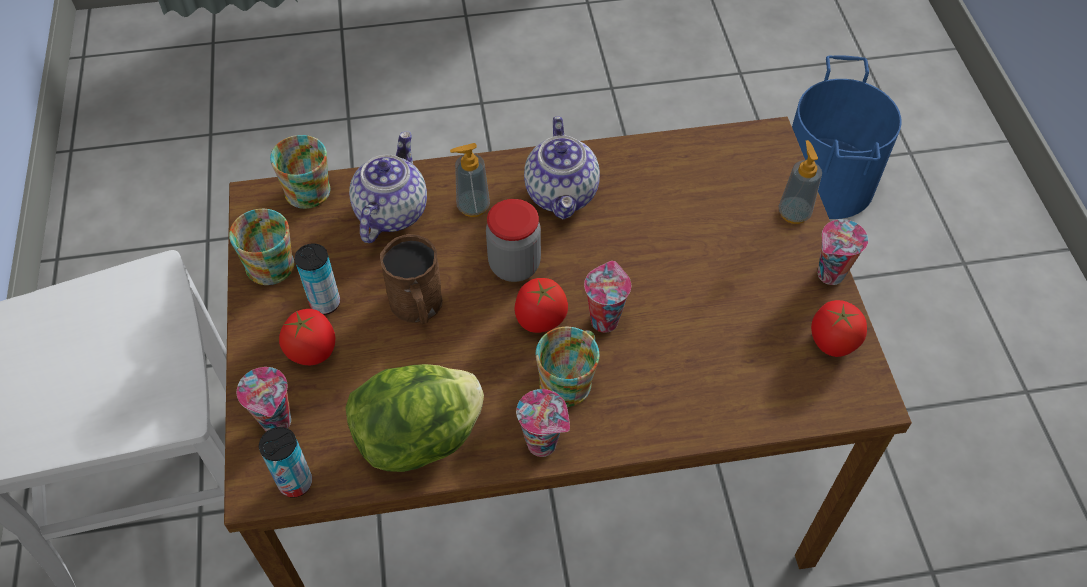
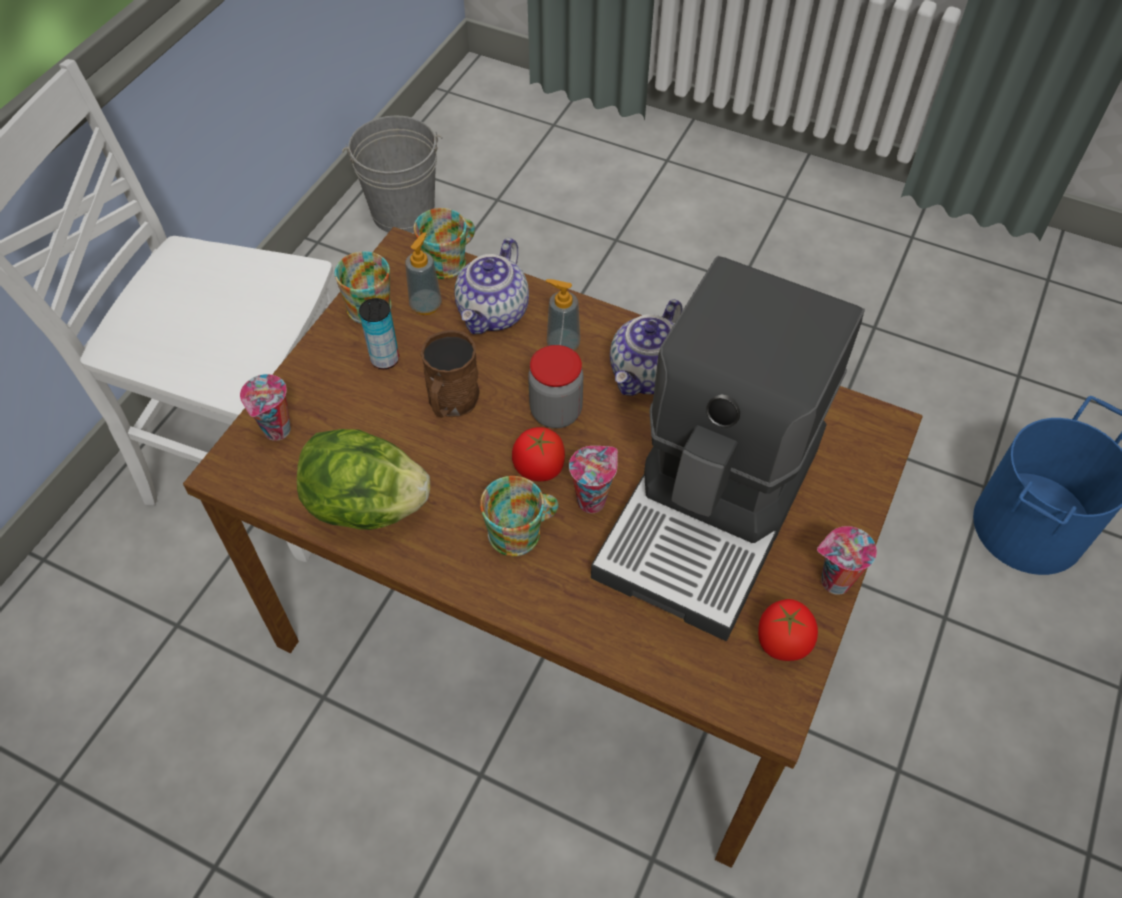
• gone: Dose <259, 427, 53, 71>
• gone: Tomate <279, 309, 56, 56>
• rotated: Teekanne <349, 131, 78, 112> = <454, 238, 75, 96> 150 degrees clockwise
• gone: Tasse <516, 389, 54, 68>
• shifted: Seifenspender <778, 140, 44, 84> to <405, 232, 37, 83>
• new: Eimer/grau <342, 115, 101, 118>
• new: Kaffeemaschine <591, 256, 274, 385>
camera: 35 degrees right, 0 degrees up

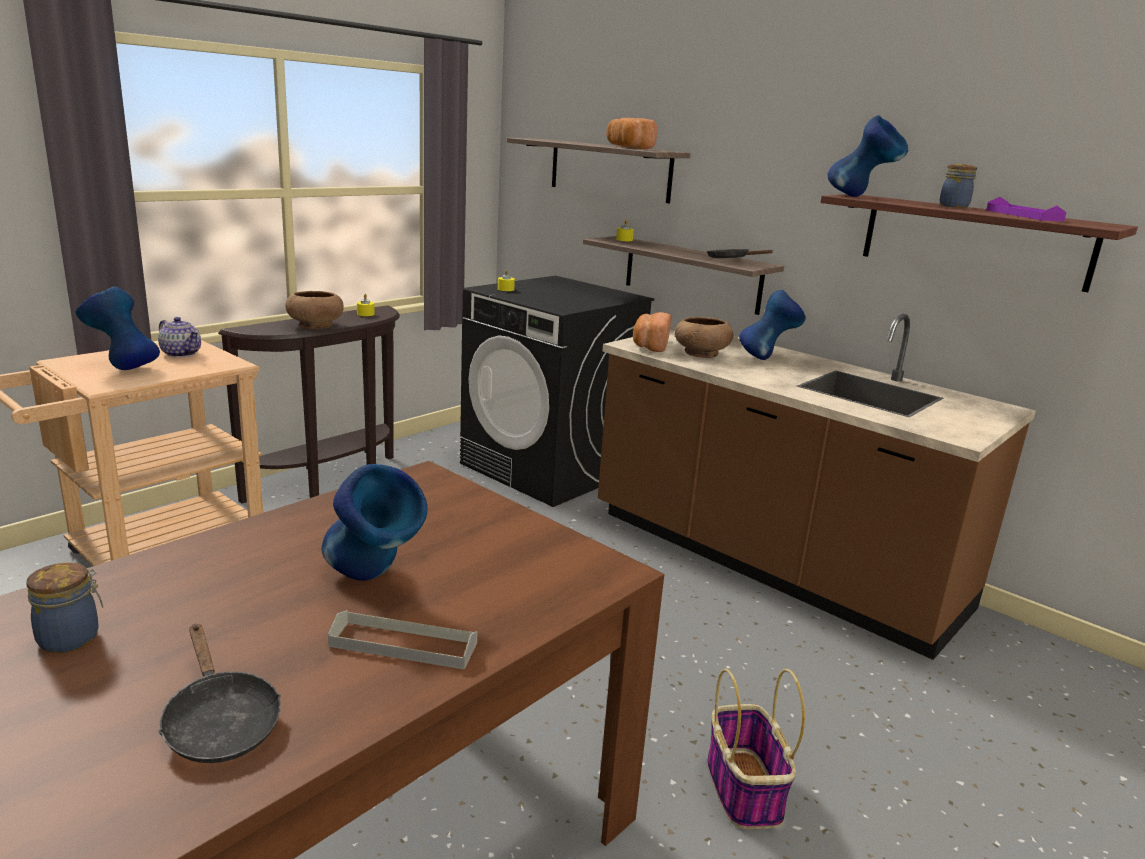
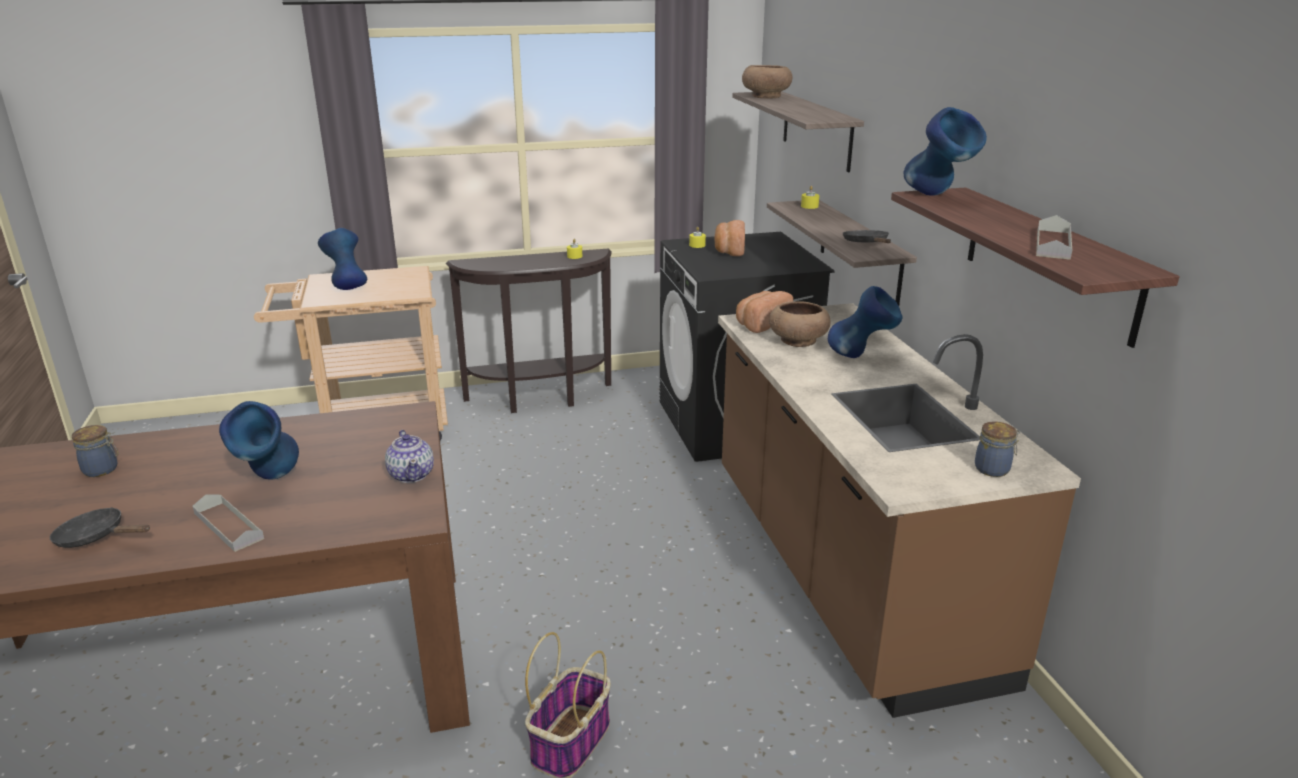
• shifted: Teekanne <158, 317, 43, 41> to <385, 430, 49, 53>
• rotated: Pfanne/schwarz <158, 624, 123, 139> = <50, 507, 100, 41> 105 degrees clockwise
• shifted: Schüssel/braun <285, 291, 59, 38> to <742, 65, 51, 34>
• shifted: Brot <606, 118, 51, 31> to <714, 220, 31, 36>
• shifted: Vorratsglas <939, 164, 38, 44> to <975, 421, 45, 56>
• repainted: Tablett/lila <986, 197, 81, 24> to Tablett/grau <1036, 215, 37, 45>
camera: 35 degrees right, 5 degrees up

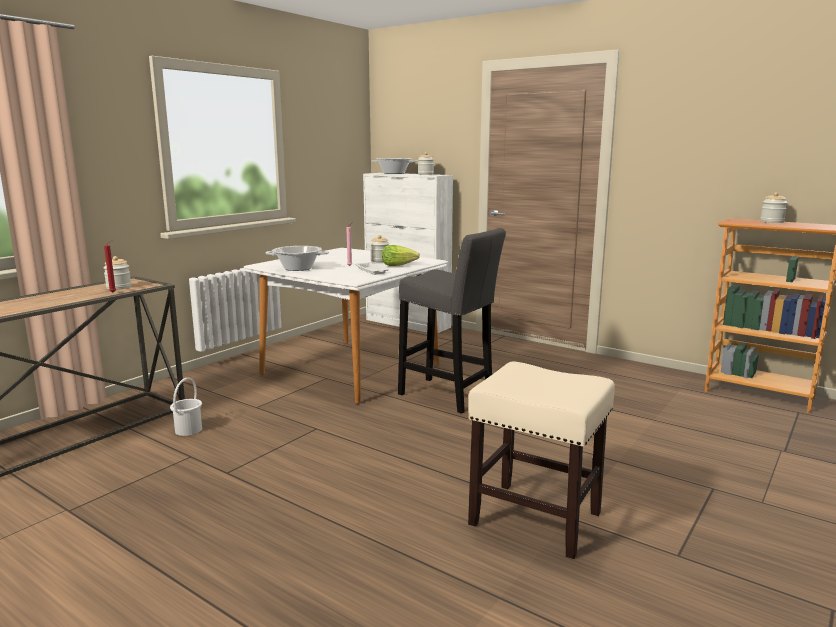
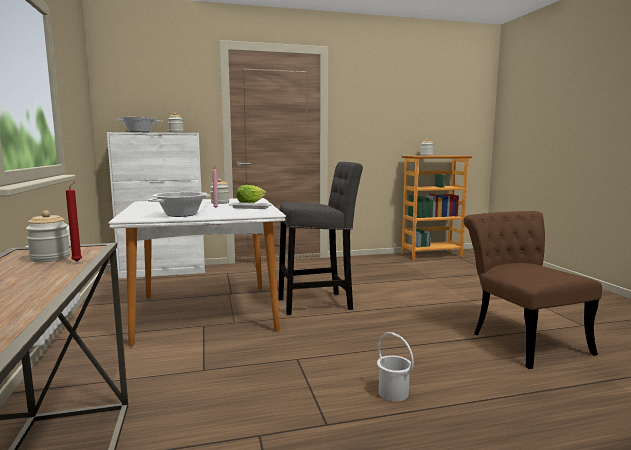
• shifted: Eimer/weiß <170, 378, 32, 58> to <377, 332, 37, 69>
• swapped: Hocker/beige <468, 361, 147, 198> to Stuhl/braun <464, 211, 138, 158>
camera: 50 degrees left, 5 degrees down

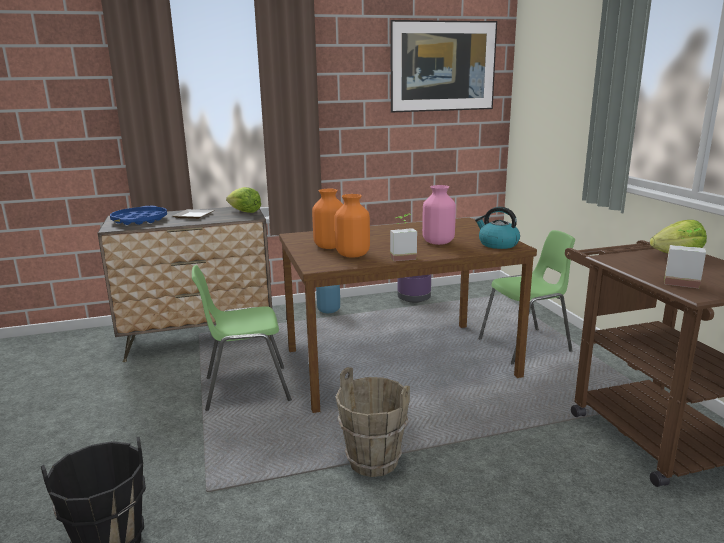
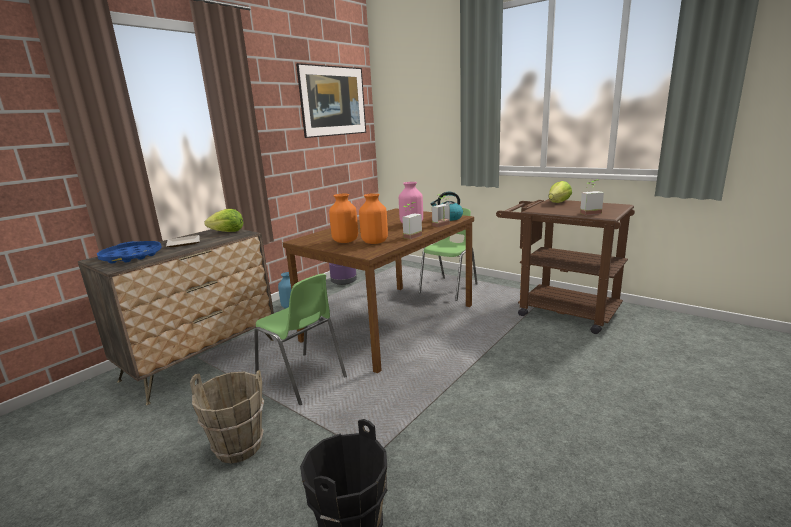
• rotated: Stuhl/grün <192, 265, 100, 146> = <254, 274, 93, 131> 90 degrees counterclockwise
• shifted: Eimer/braun <335, 367, 75, 110> to <190, 370, 74, 94>
• new: Topfpflanze <432, 194, 18, 33>
camera: 35 degrees left, 0 degrees up

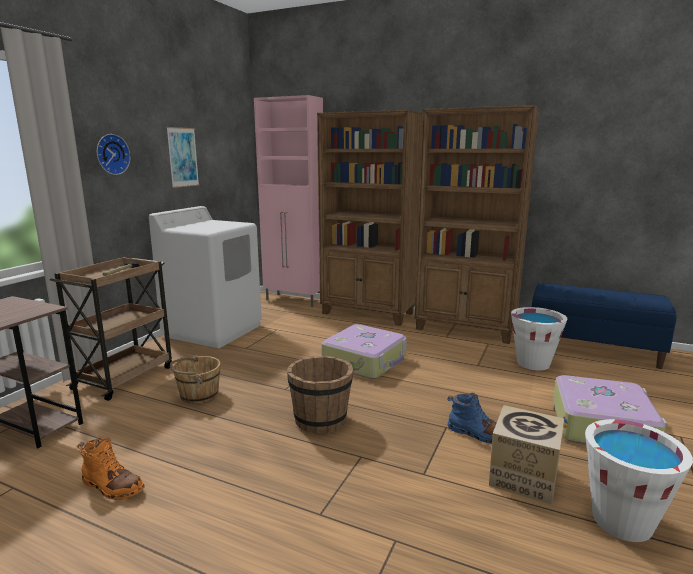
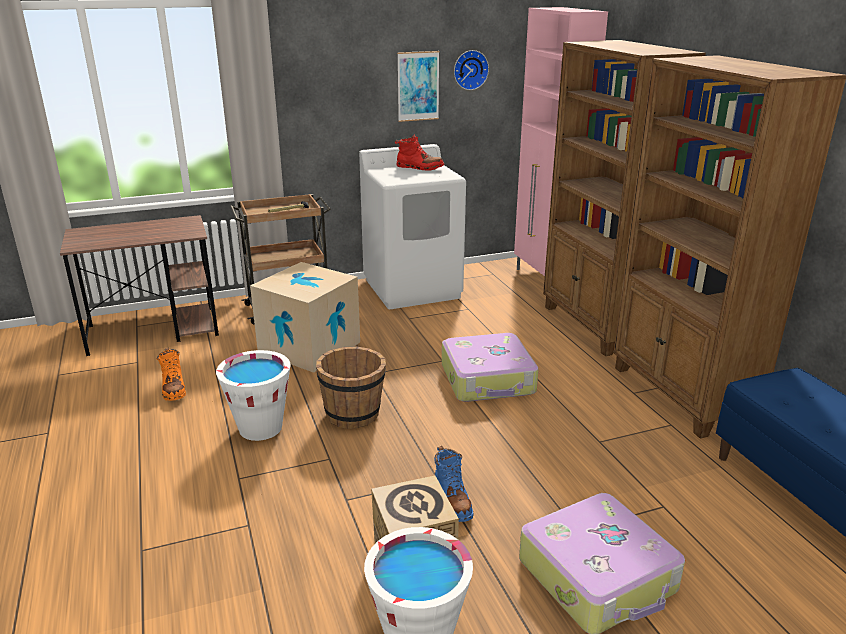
• shifted: Wanduhr <97, 134, 33, 41> to <454, 50, 35, 40>
• swapped: Eimer/braun <170, 355, 51, 49> to Karton <250, 262, 110, 111>
• shifted: Eimer/weiß <511, 307, 56, 63> to <216, 350, 74, 91>
• new: Stiefel/rot <395, 134, 49, 37>
camera: 45 degrees right, 10 degrees up

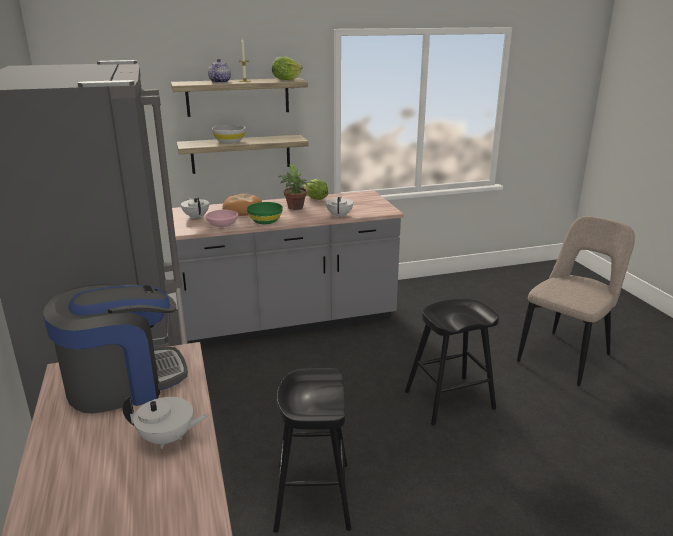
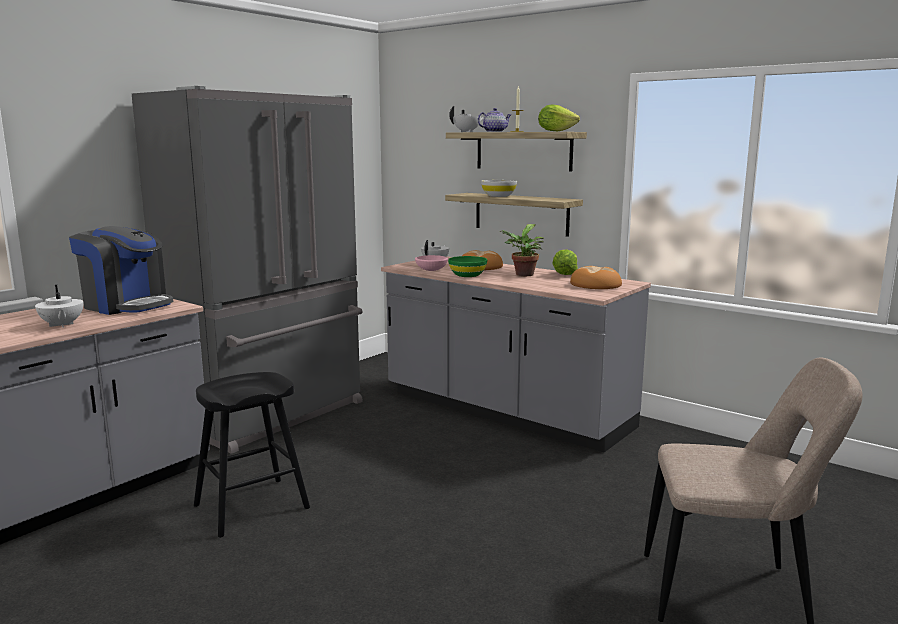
• shifted: Teekanne/weiß <326, 196, 27, 22> to <449, 106, 35, 26>
• gone: Hocker/schwarz <405, 299, 94, 127>
• new: Brot <570, 266, 52, 23>
camera: 55 degrees right, 10 degrees down

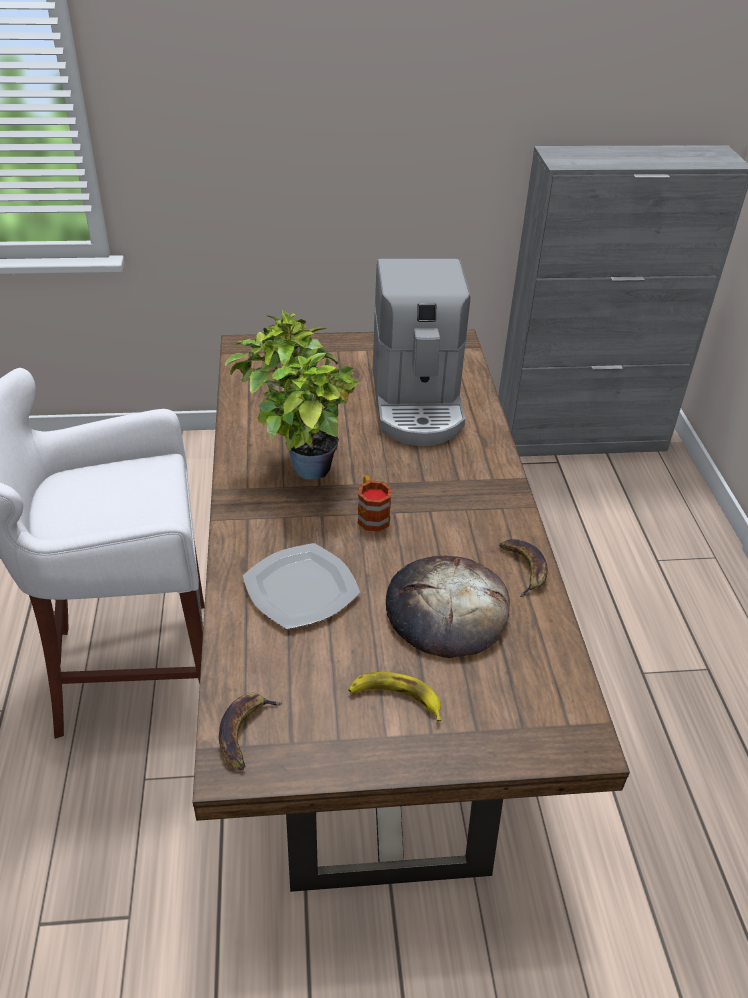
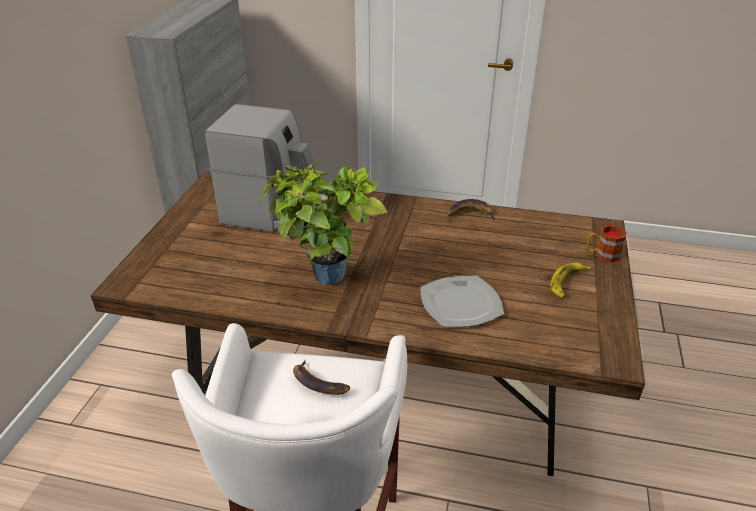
• shifted: Banane <219, 693, 64, 77> to <293, 360, 57, 35>
• shifted: Henkelbecher <358, 475, 34, 57> to <586, 225, 41, 38>
• gone: Brot <386, 556, 124, 102>
camera: 70 degrees left, 5 degrees down

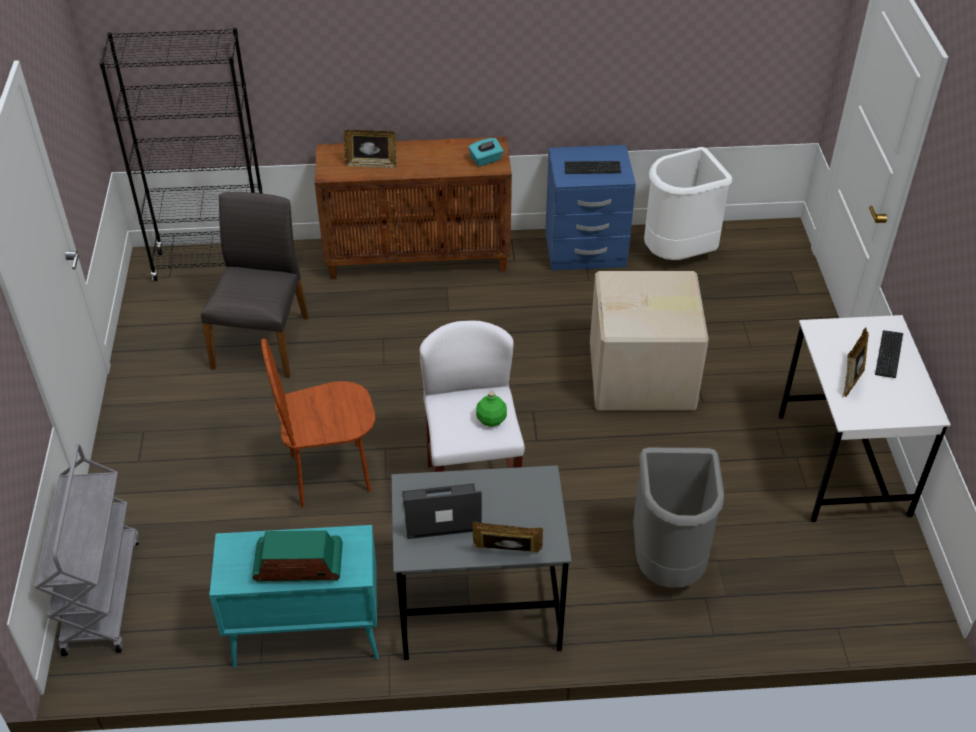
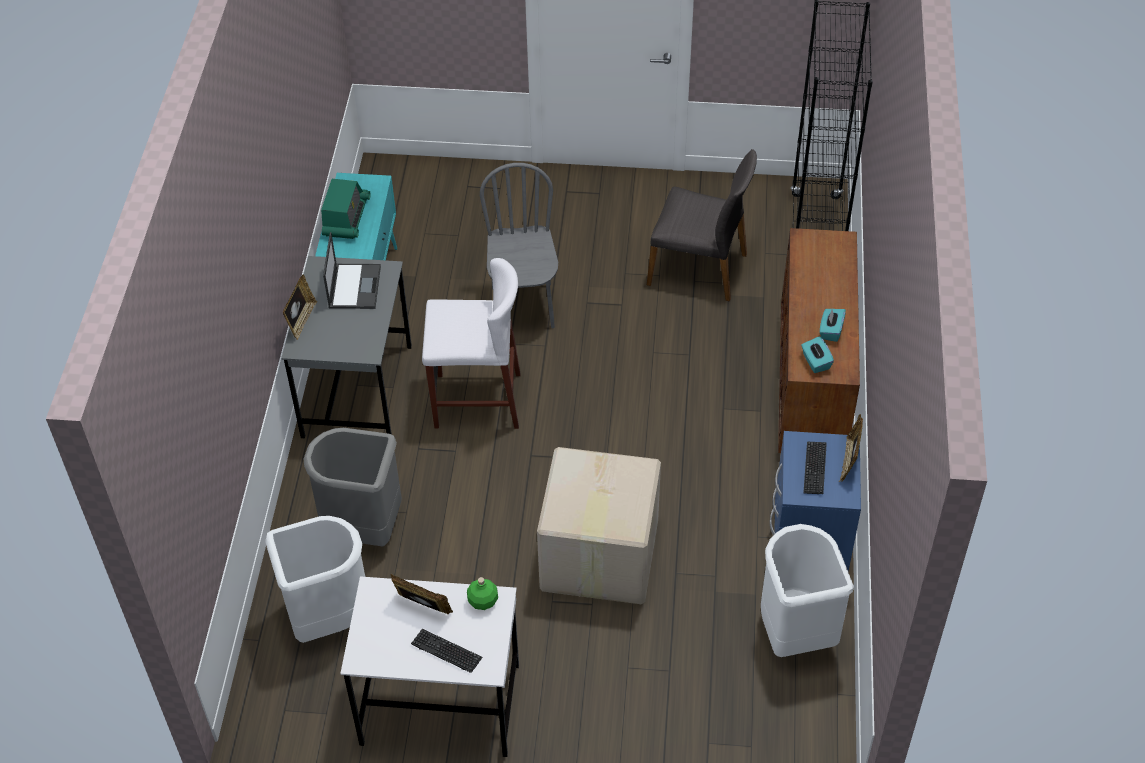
• gone: Rollwagen/grau <35, 444, 104, 212>
• repainted: Stuhl/braun <261, 338, 114, 169> to Stuhl/grau <480, 163, 78, 165>
• shifted: Bilderrahmen <344, 130, 52, 39> to <839, 414, 24, 68>
• shifted: Flasche/grün <476, 391, 31, 36> to <467, 577, 31, 33>
• new: Mülleimer/weiß <265, 516, 100, 127>
• new: Taschentuchbox/türkis <820, 309, 26, 33>
camera: 100 degrees right, 5 degrees up

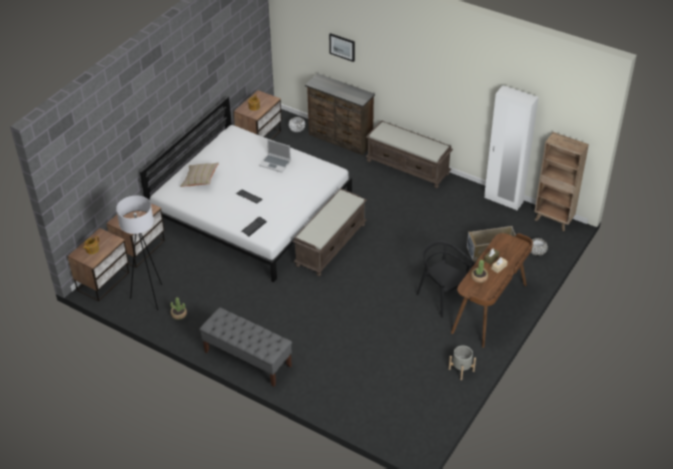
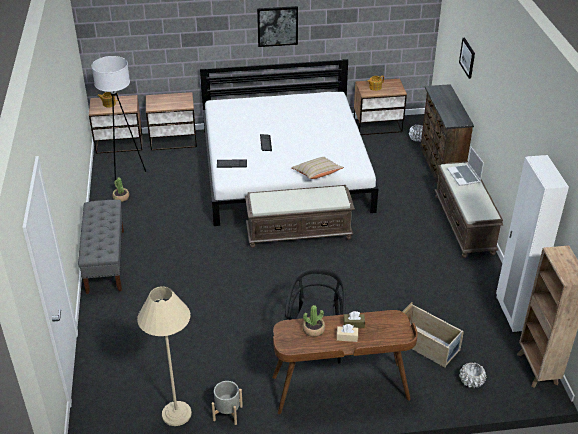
• shifted: Kissen/beige <180, 162, 39, 25> to <291, 157, 53, 22>
• shifted: Laptop <259, 139, 32, 34> to <447, 146, 37, 40>
• new: Stehlampe/beige <137, 286, 55, 140>
• new: Bild <257, 6, 41, 41>
camera: 50 degrees right, 5 degrees down

